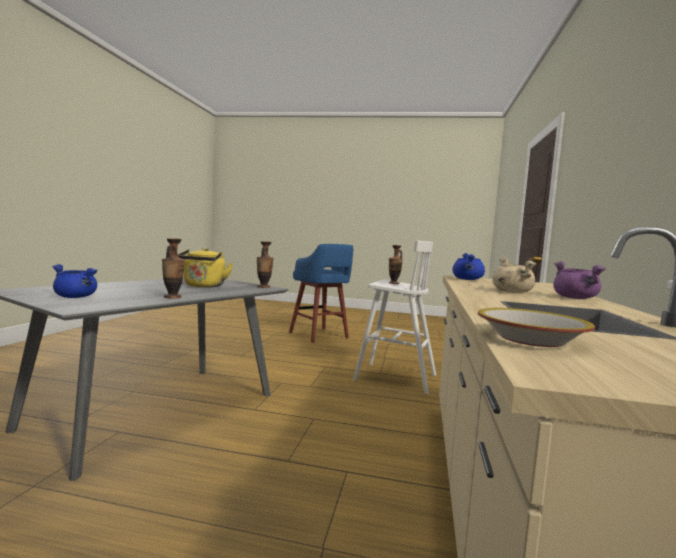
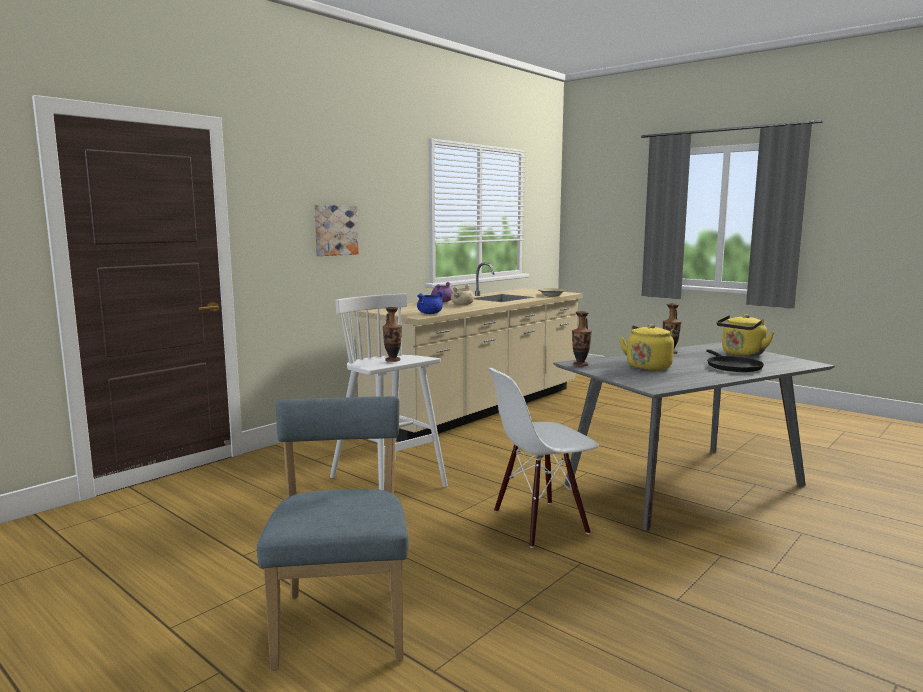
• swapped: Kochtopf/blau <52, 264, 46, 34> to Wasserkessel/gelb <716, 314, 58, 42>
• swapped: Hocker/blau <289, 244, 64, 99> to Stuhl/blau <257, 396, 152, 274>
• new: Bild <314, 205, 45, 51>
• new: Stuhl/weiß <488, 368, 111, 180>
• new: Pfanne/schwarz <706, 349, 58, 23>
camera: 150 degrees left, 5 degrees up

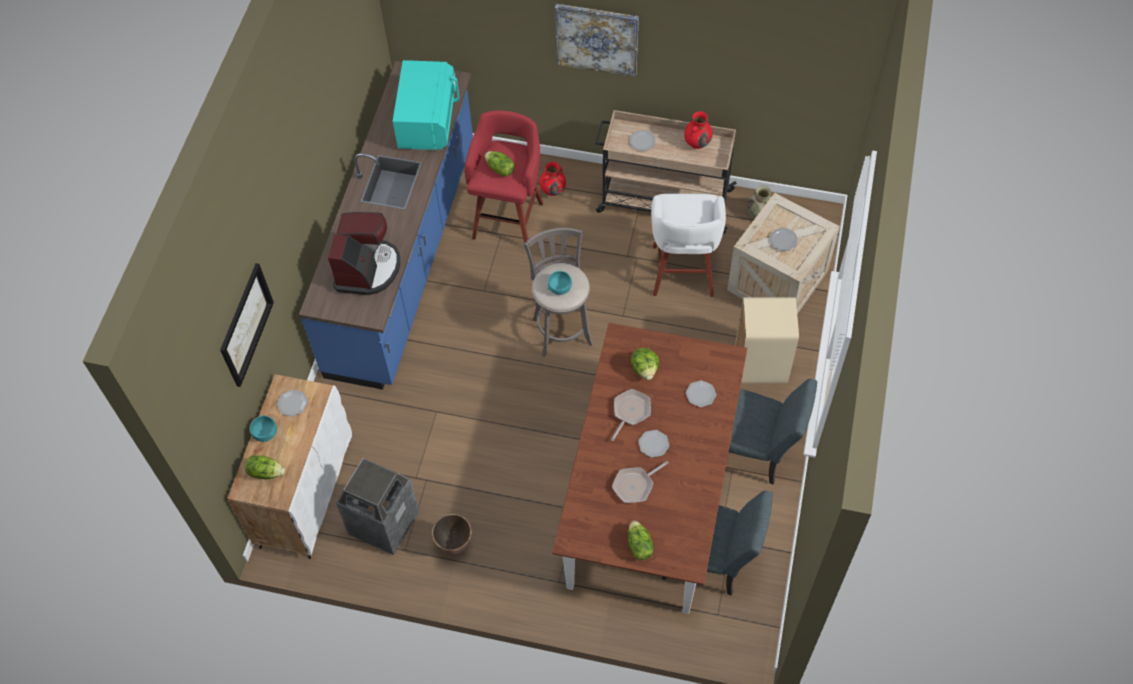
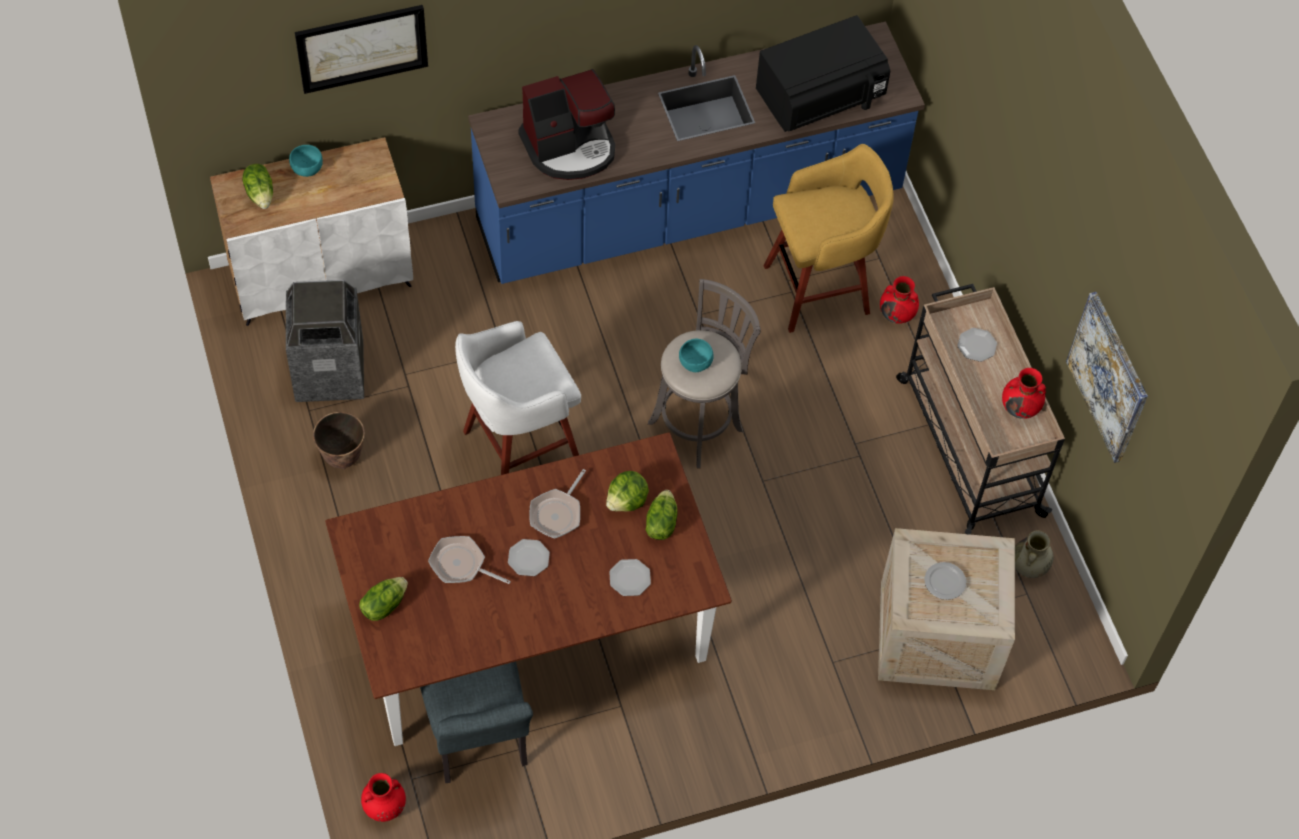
• gone: Teller <277, 389, 31, 28>
• repainted: Mikrowelle/türkis <393, 60, 66, 90> to Mikrowelle/schwarz <756, 15, 134, 117>
• repainted: Hocker/rot <465, 111, 79, 133> to Hocker/gelb <764, 144, 129, 189>
• shifted: Salatkopf <485, 151, 30, 26> to <646, 490, 32, 50>
• shifted: Bild <555, 4, 84, 73> to <1066, 292, 82, 171>
• rotated: Pfanne <611, 389, 40, 52> = <529, 469, 57, 70> 120 degrees clockwise
• shifted: Hocker/weiß <651, 194, 75, 103> to <455, 321, 126, 154>
• gone: Stuhl/grau <729, 379, 88, 106>
• gone: Mülleimer/beige <735, 297, 64, 86>
• new: Vase/rot <361, 773, 45, 49>
camera: 55 degrees right, 0 degrees up

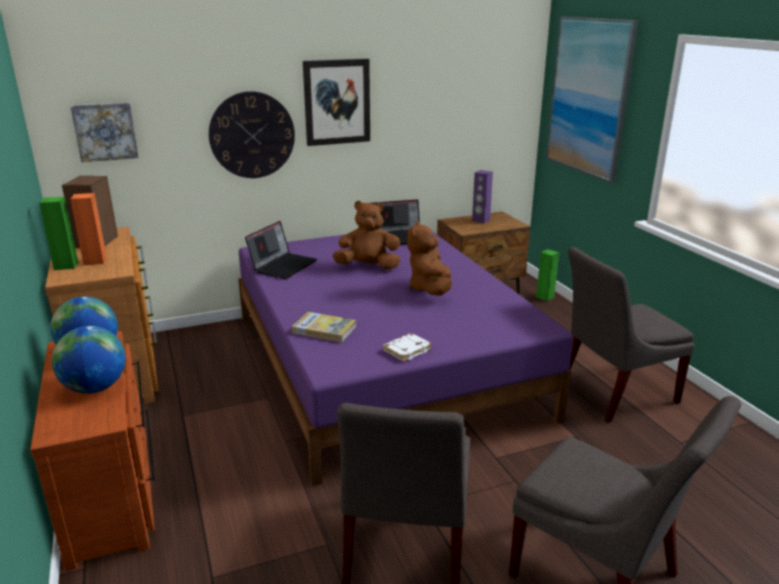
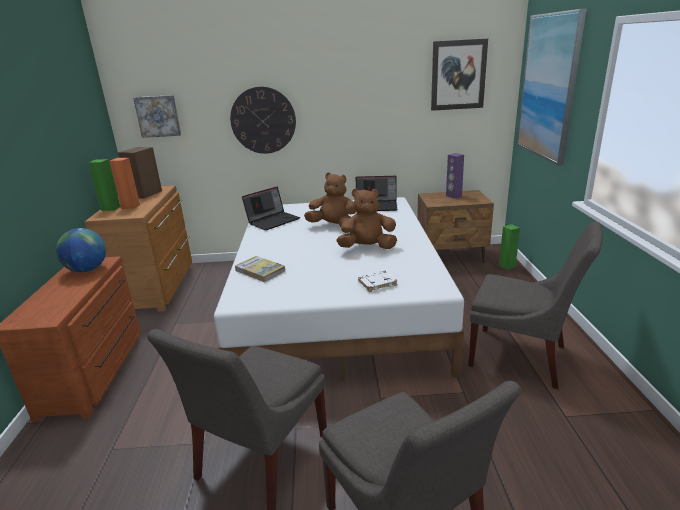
• gone: Globus <52, 326, 74, 68>
• repainted: Bett/lila <238, 232, 335, 254> to Bett/weiß <214, 197, 250, 184>
• shifted: Bild <303, 59, 67, 87> to <431, 39, 57, 72>
• shifted: Buch/weiß <383, 333, 49, 29> to <358, 271, 39, 21>
• rotated: Plüschtier/braun <407, 221, 45, 75> = <336, 189, 61, 60> 60 degrees clockwise
• rotated: Stuhl/grau <568, 247, 127, 176> = <468, 222, 135, 167> 150 degrees counterclockwise
camera: 20 degrees right, 0 degrees up

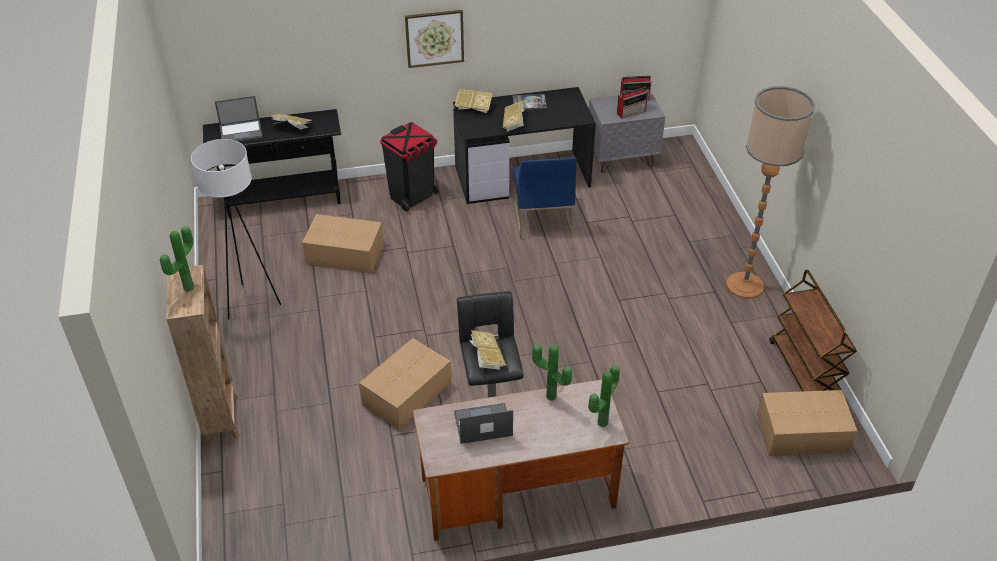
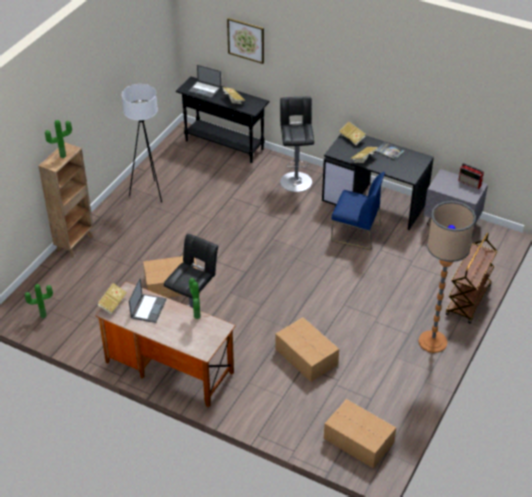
• shifted: Karton <302, 214, 82, 59> to <275, 317, 64, 65>
• swapped: Mülleimer/schwarz <380, 122, 59, 90> to Hocker/schwarz <280, 97, 34, 95>
• shifted: Bild <405, 10, 59, 58> to <227, 18, 37, 46>
• rotated: Laptop <454, 403, 59, 41> = <129, 278, 37, 45> 75 degrees clockwise
• shifted: Buch <469, 330, 37, 40> to <98, 283, 29, 31>
• rotated: Stuhl/blau <513, 157, 64, 83> = <331, 172, 54, 78> 105 degrees counterclockwise
• shifted: Topfpflanze <588, 365, 32, 62> to <25, 284, 28, 34>
• gone: Radio <617, 86, 31, 33>
• shifted: Rollwagen/braun <769, 270, 88, 122> to <446, 232, 51, 92>
camera: 40 degrees right, 0 degrees up

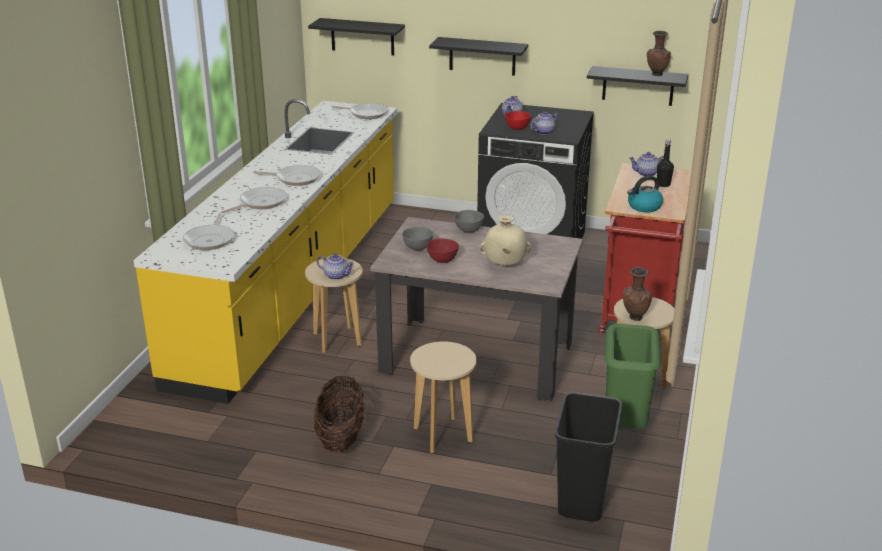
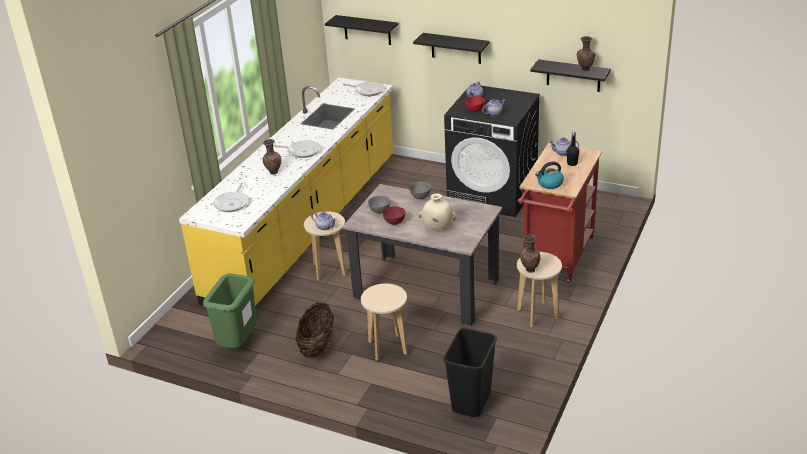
• swapped: Pfanne <221, 187, 66, 26> to Vase/braun <263, 139, 18, 36>
• shifted: Mülleimer/grün <605, 324, 56, 106> to <203, 273, 54, 75>
camera: 10 degrees right, 5 degrees up

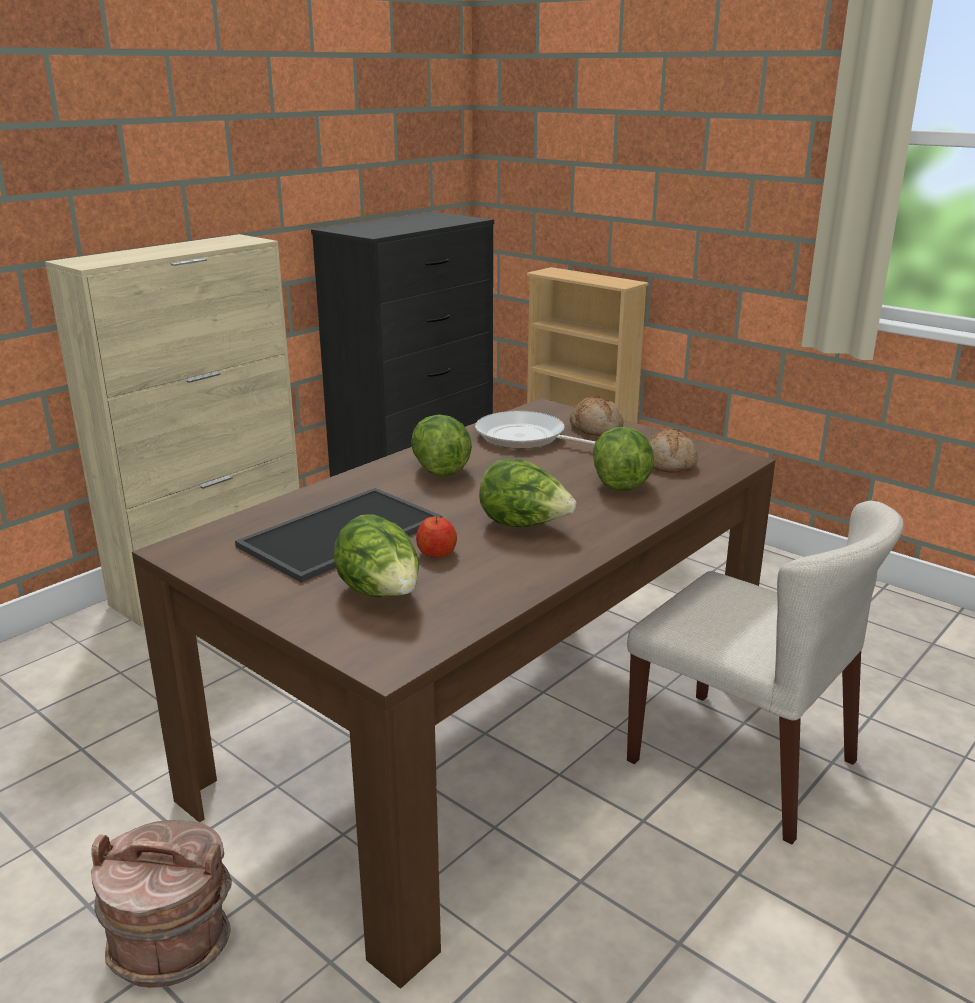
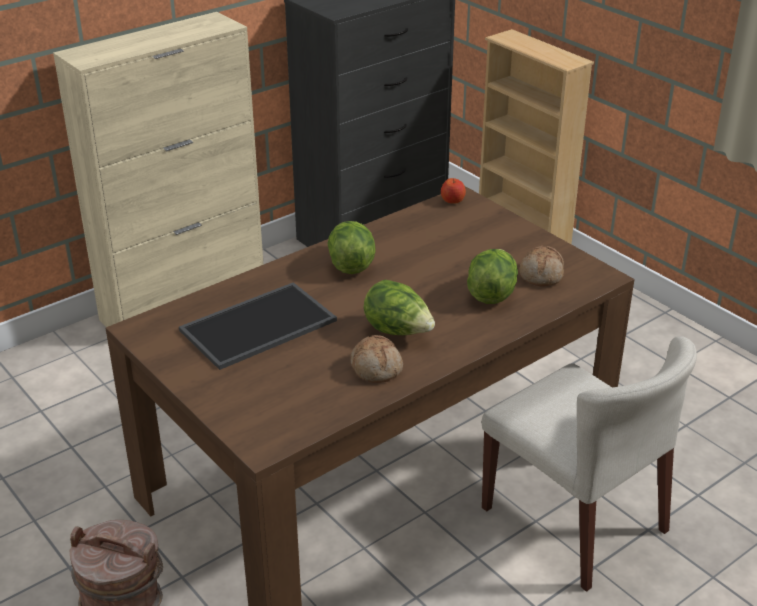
• gone: Salatkopf <334, 514, 85, 83>
• shifted: Apfel <416, 516, 41, 42> to <441, 178, 25, 26>
• gone: Pfanne <475, 411, 121, 38>
• shifted: Brot <570, 396, 54, 40> to <351, 335, 52, 48>
camera: 10 degrees right, 10 degrees up

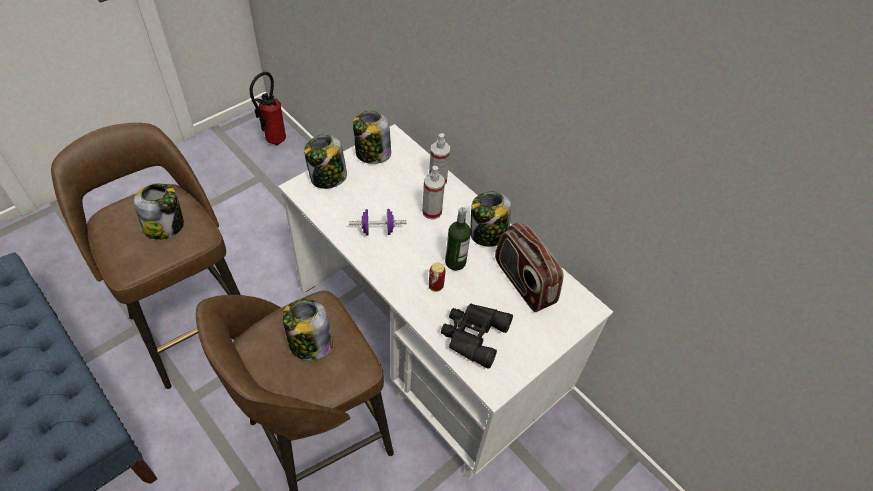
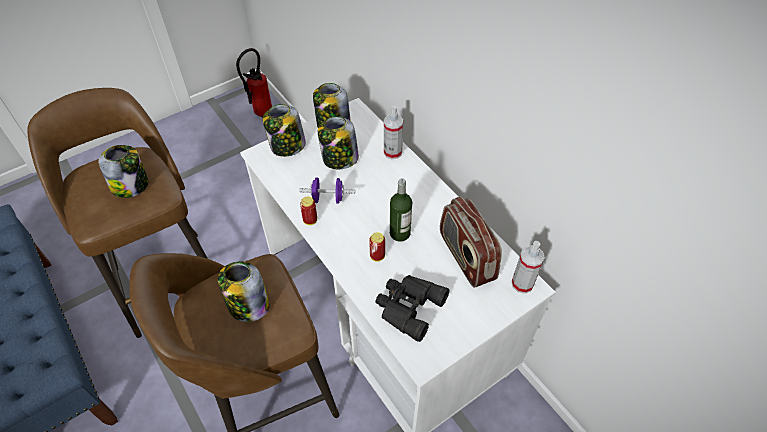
• shifted: Sprühflasche <422, 166, 23, 54> to <511, 241, 34, 53>
• shifted: Vorratsglas <470, 191, 41, 56> to <318, 116, 41, 53>
• new: Dose <300, 197, 17, 28>
camera: 10 degrees right, 0 degrees up

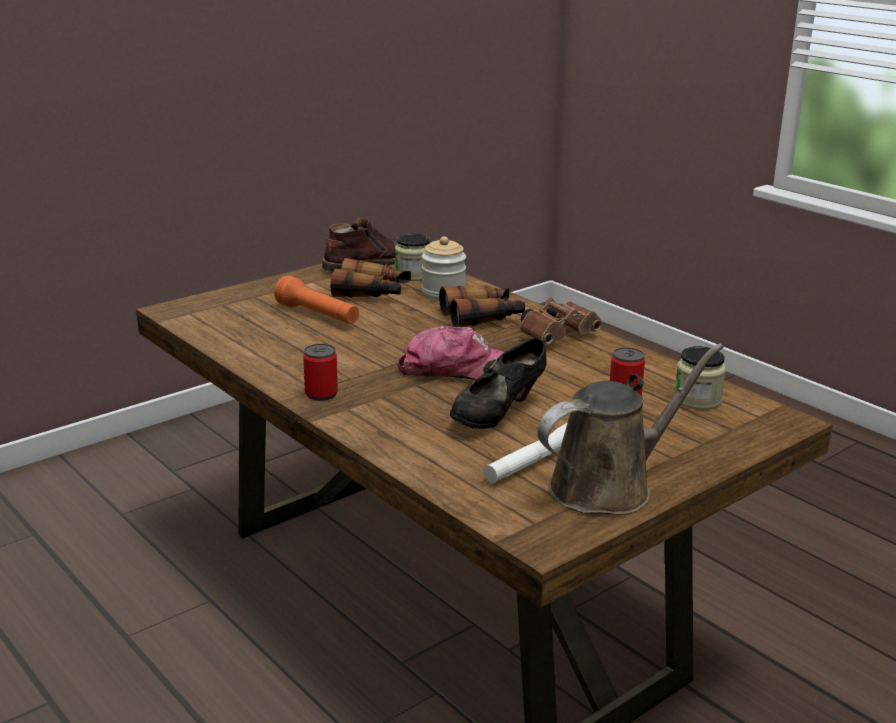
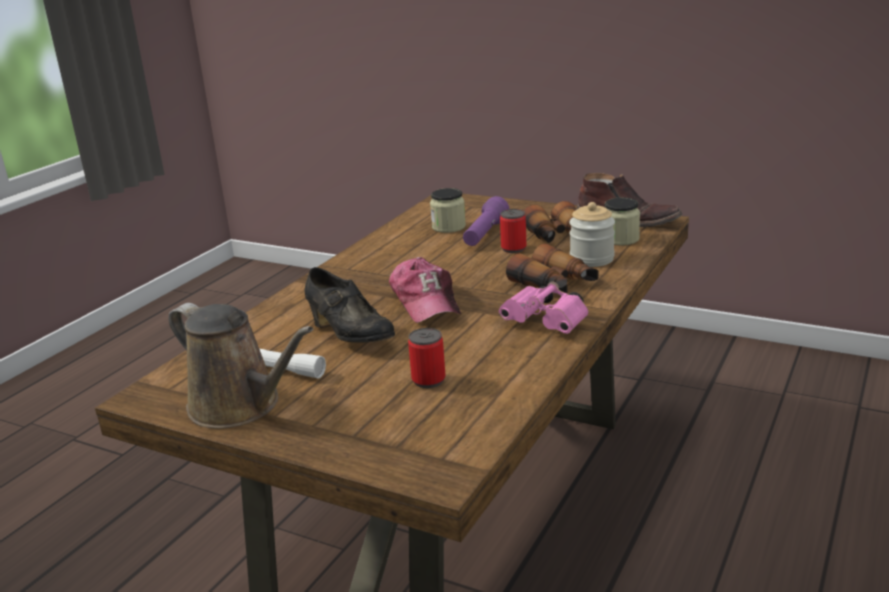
• repainted: Taschenlampe/orange <274, 275, 85, 49> to Taschenlampe/lila <463, 196, 47, 50>
• shifted: Dose <303, 344, 35, 57> to <500, 209, 26, 44>
• rotated: Schuh/schwarz <450, 338, 97, 91> = <304, 267, 91, 76> 150 degrees counterclockwise
• repainted: Fernglas/braun <520, 298, 82, 47> to Fernglas/rosa <499, 281, 90, 53>
• shifted: Vorratsglas <674, 346, 52, 64> to <430, 188, 36, 45>
camera: 70 degrees right, 0 degrees up

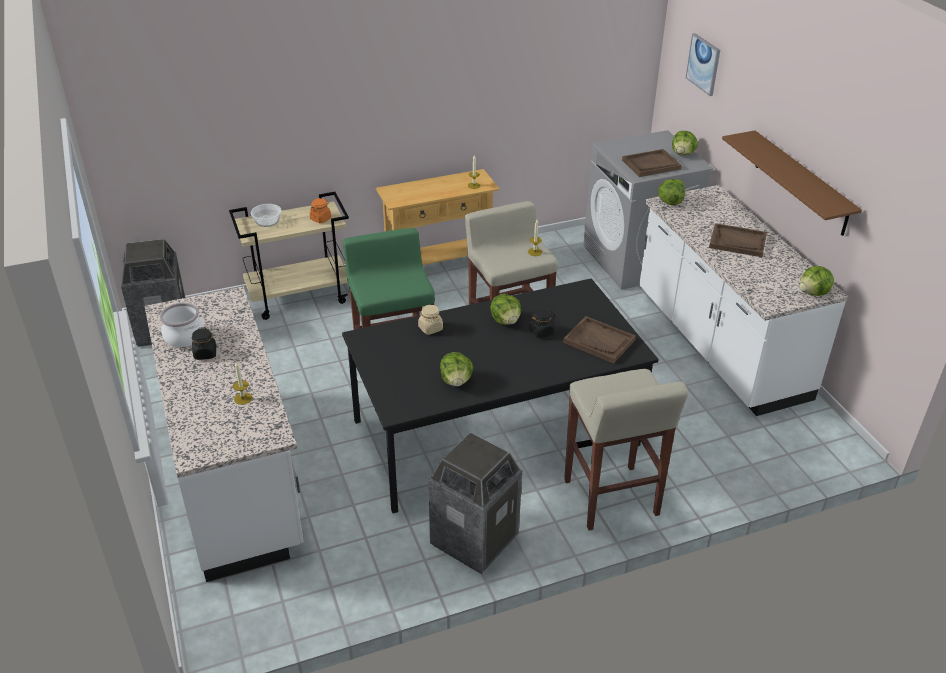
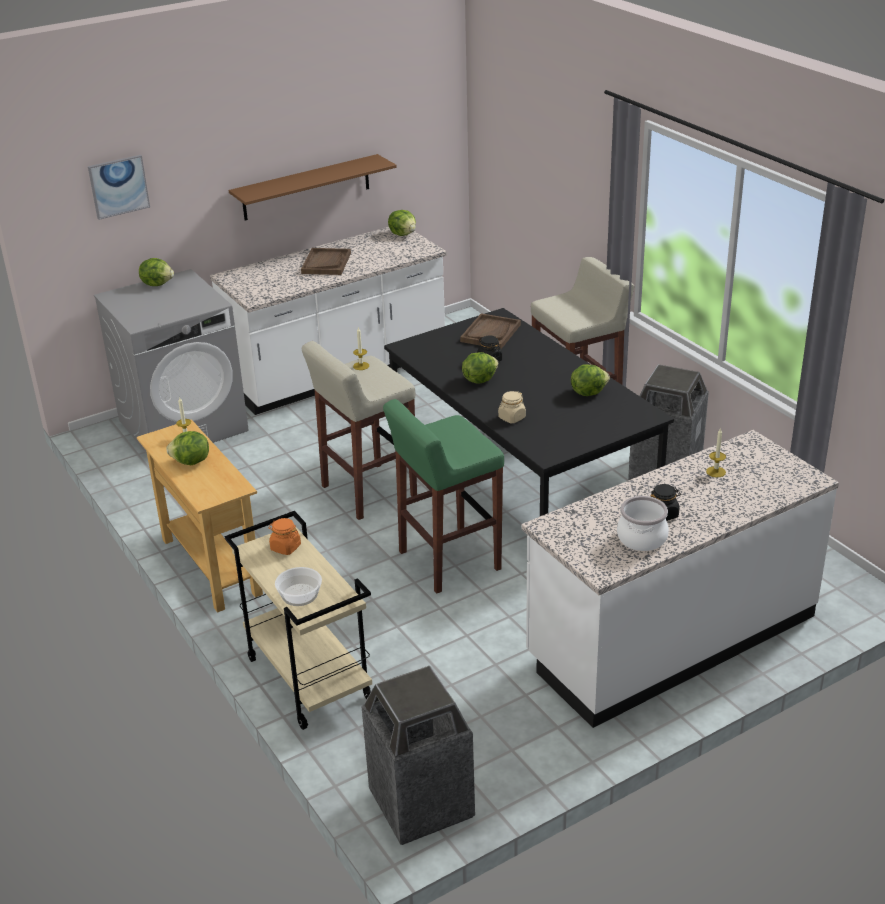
• gone: Tablett/braun <622, 149, 60, 28>
• shifted: Salatkopf <658, 179, 27, 26> to <166, 431, 43, 34>
camera: 100 degrees left, 5 degrees down

